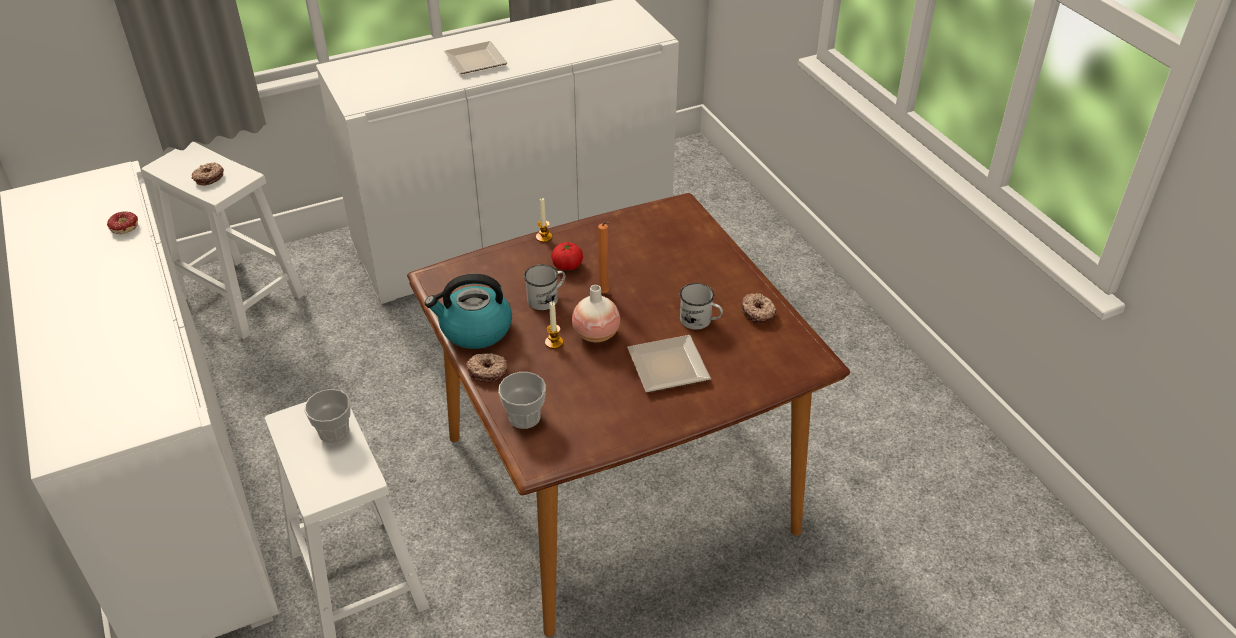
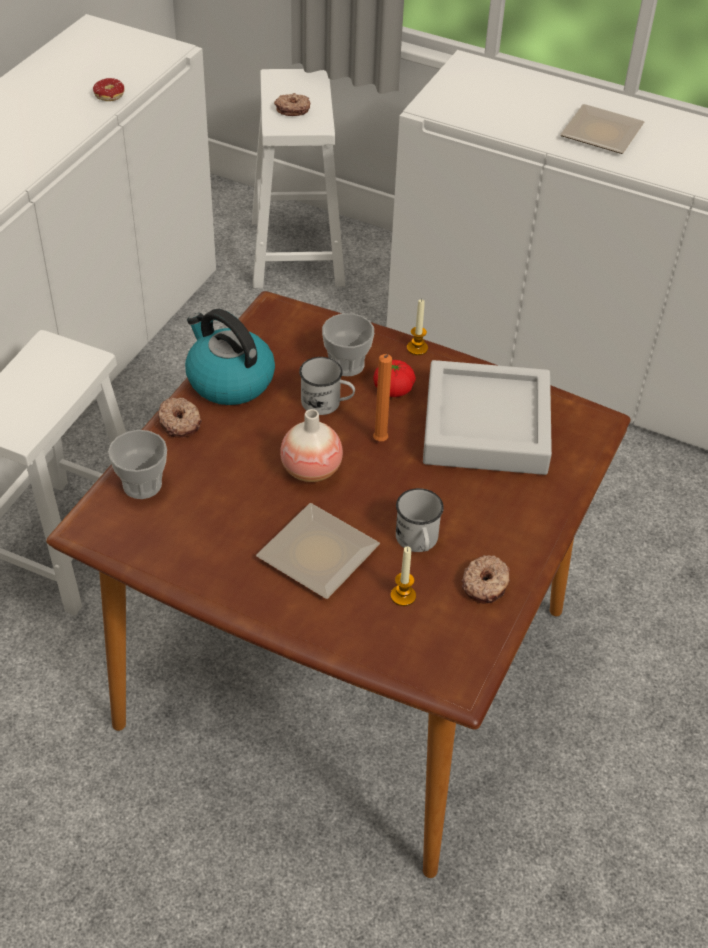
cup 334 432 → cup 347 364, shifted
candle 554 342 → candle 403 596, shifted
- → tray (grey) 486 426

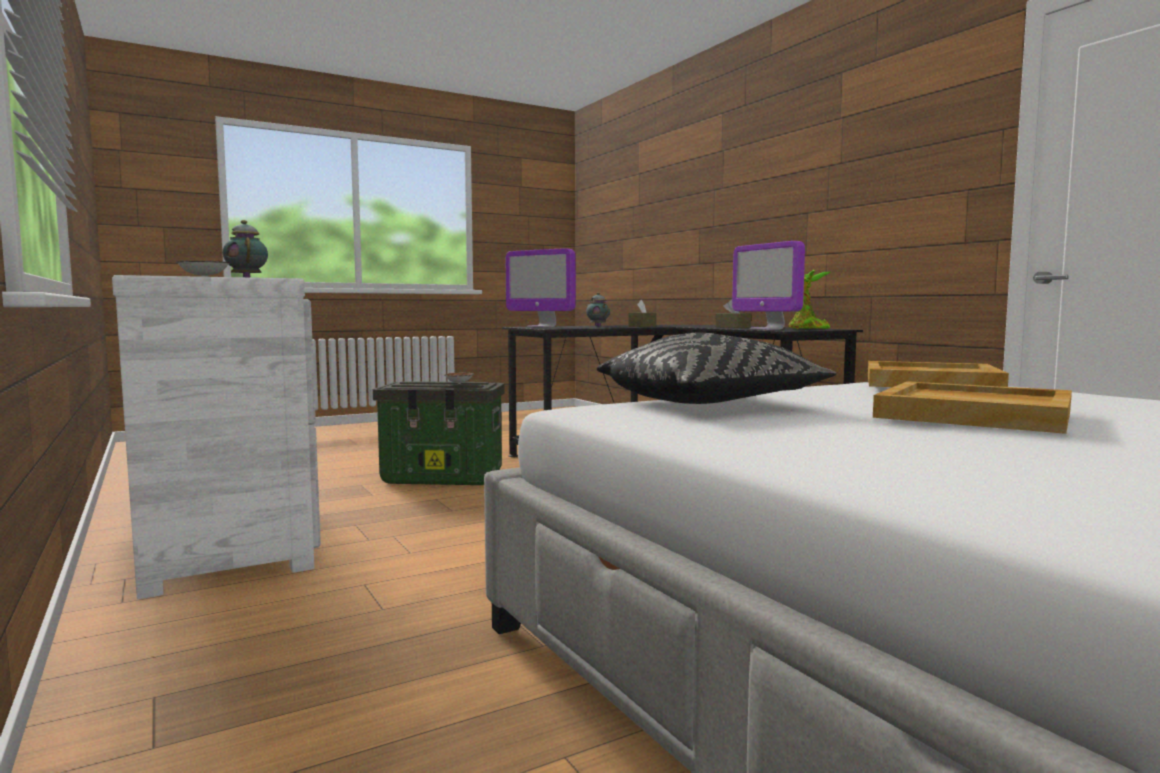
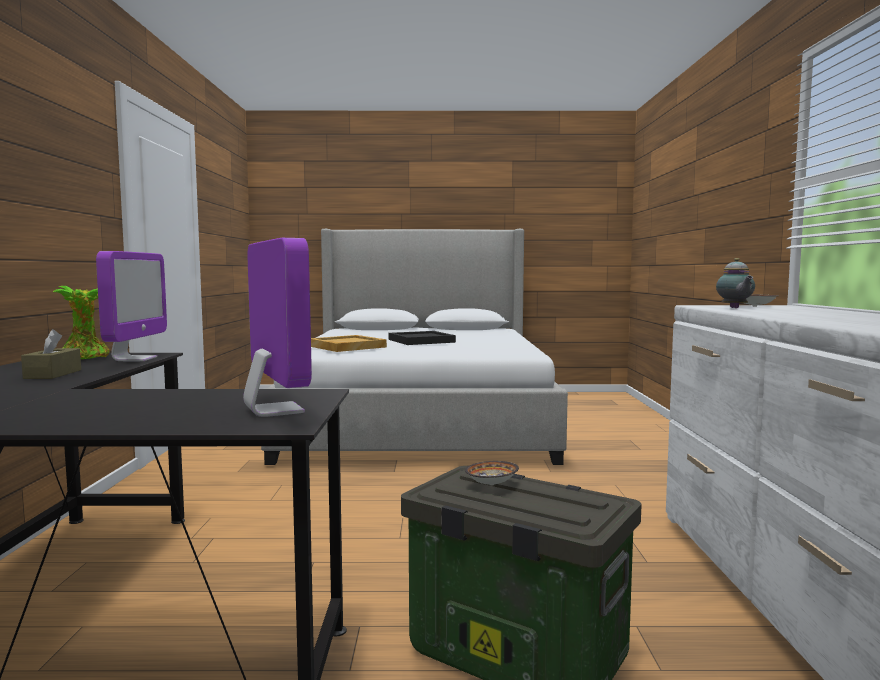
teapot 597 326 → -
pillow (black) 710 404 → -
tissue box (brown) 642 326 → -
tray (beige) 976 414 → tray (black) 420 341

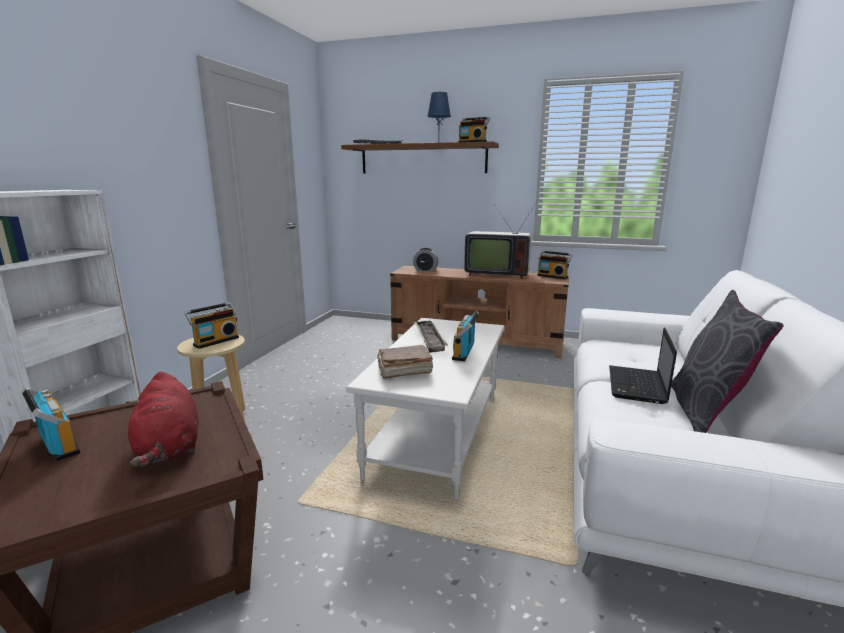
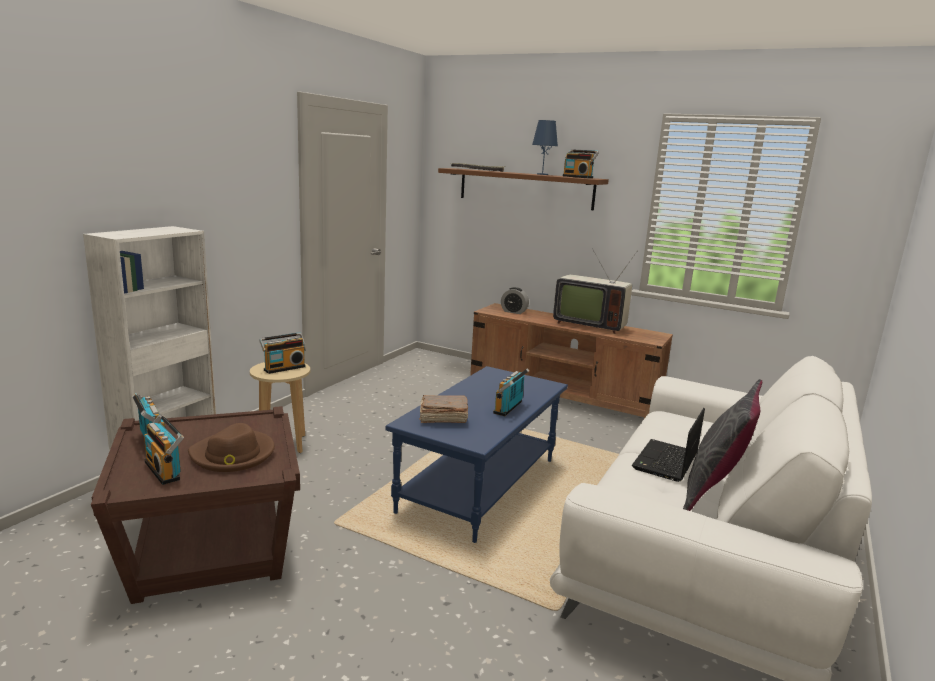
plush toy (red) 169 448 → hat (brown) 233 455
coffee table (white) 438 435 → coffee table (blue) 480 486
tray 429 339 → -
radio 553 276 → radio 165 470, shifted

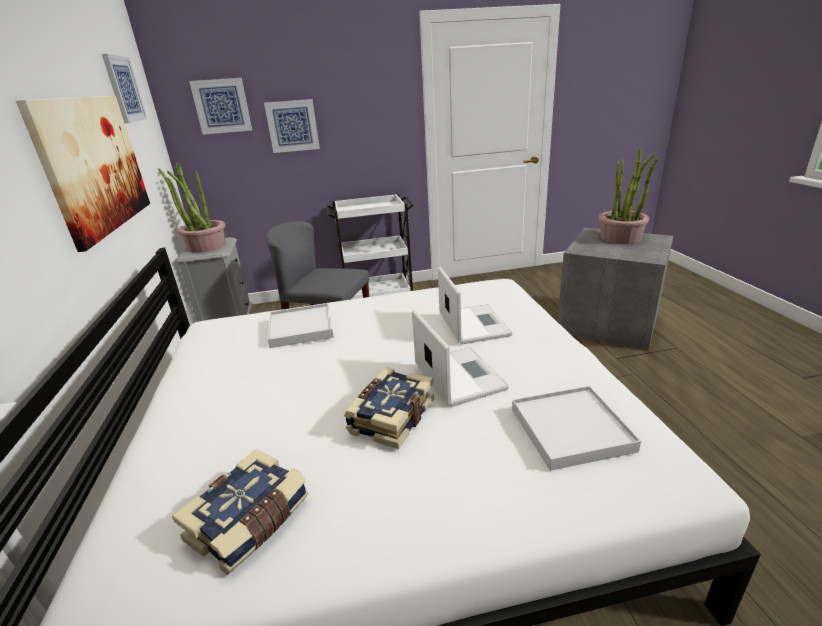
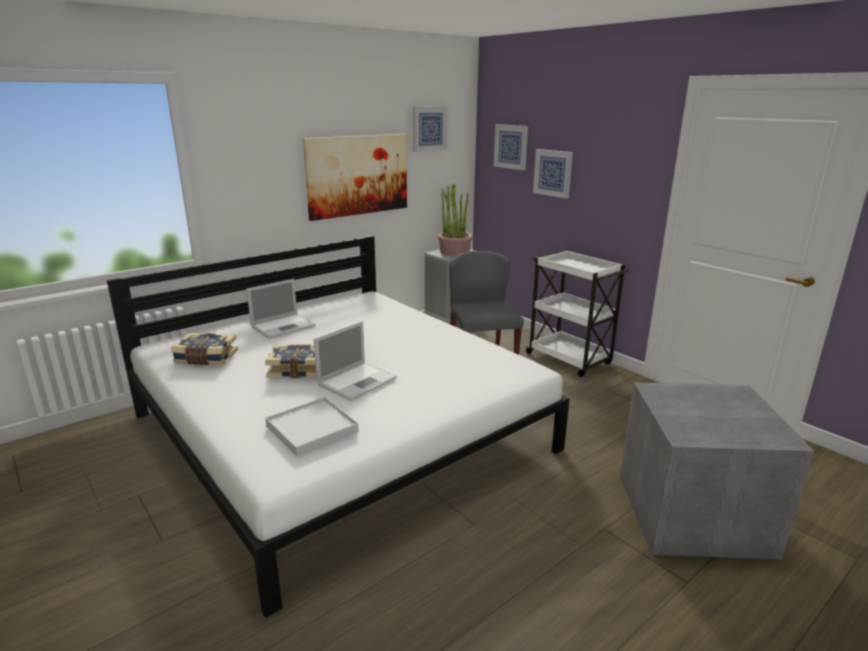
tray (white) 301 328 → -
laptop 472 324 → laptop 284 326, shifted
potted plant 621 238 → -

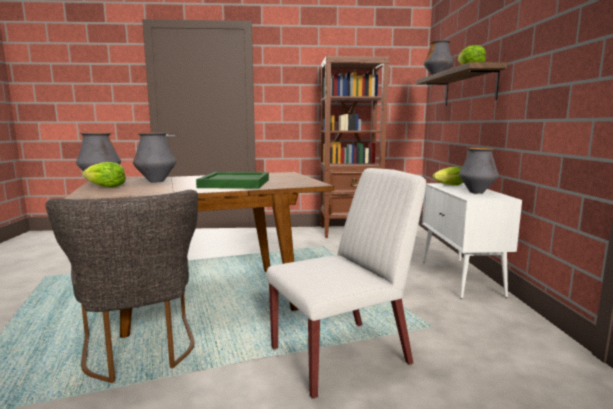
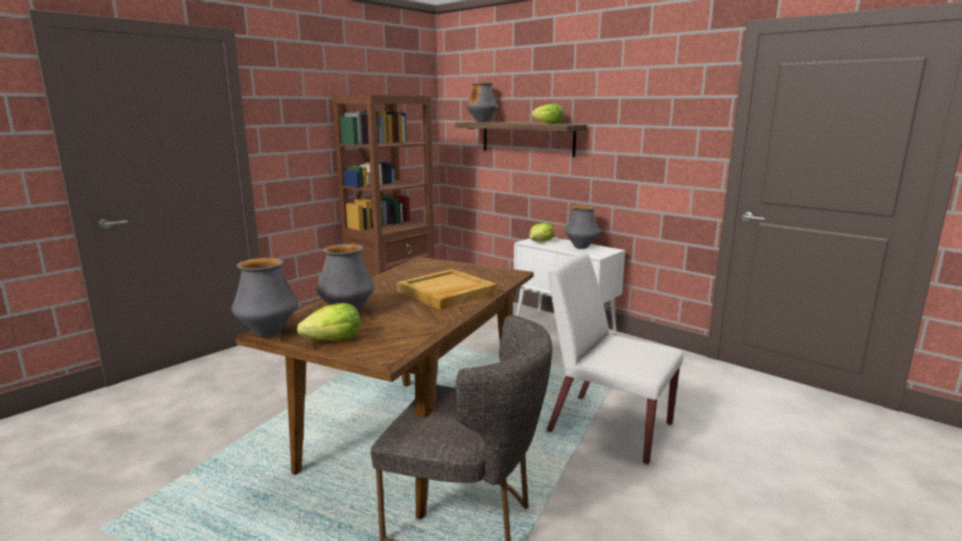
tray (green) 234 183 → tray (beige) 446 292
chair (white) 341 355 → chair (white) 608 427, 75 degrees counterclockwise

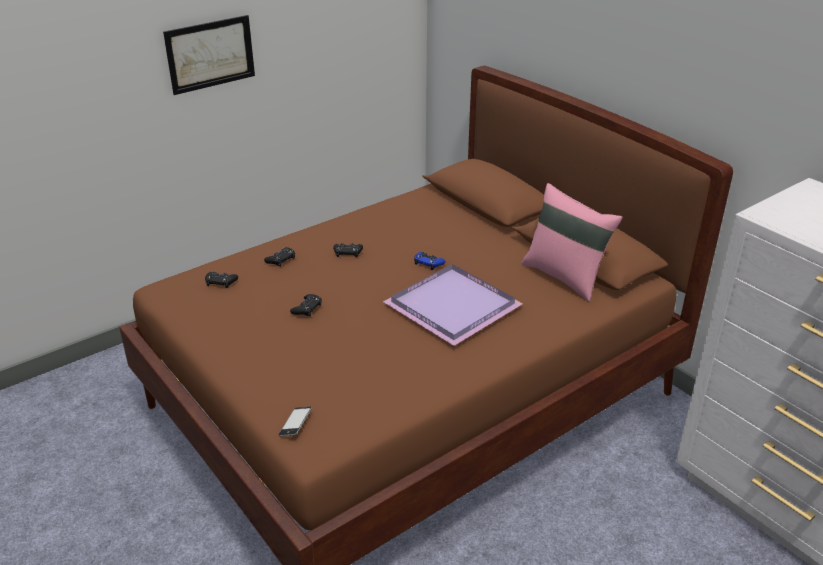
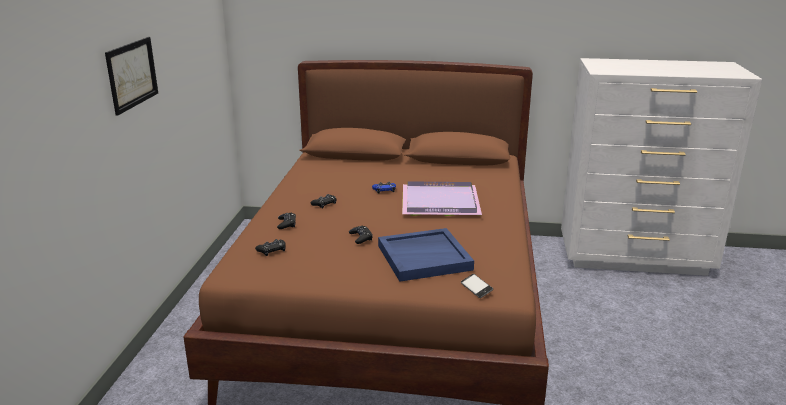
pillow (pink) 565 277 → -
- → tray (blue) 424 257

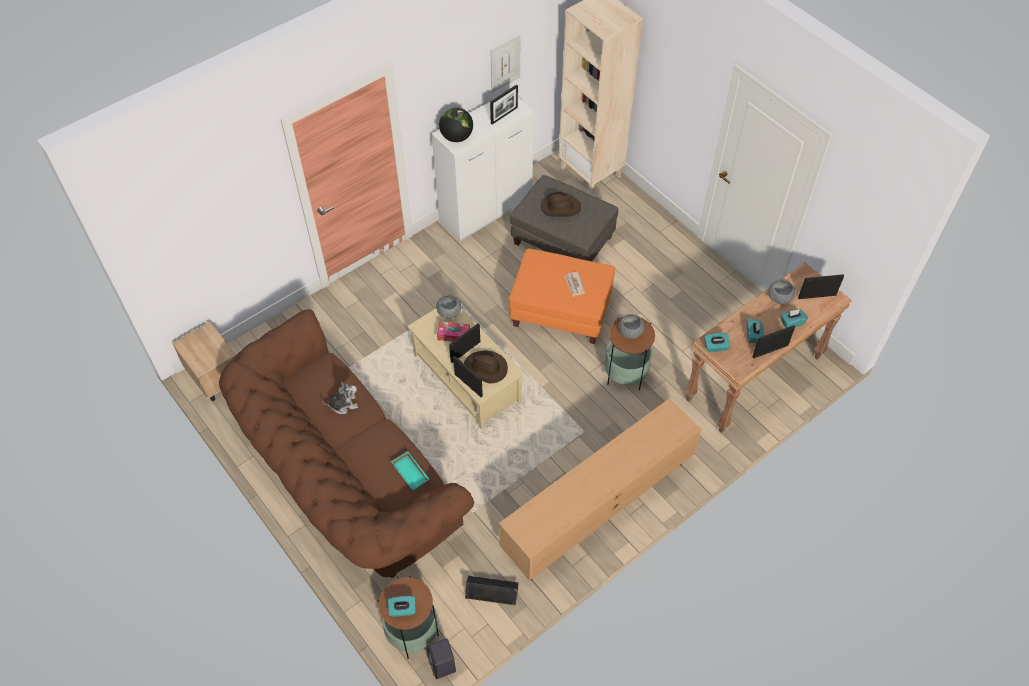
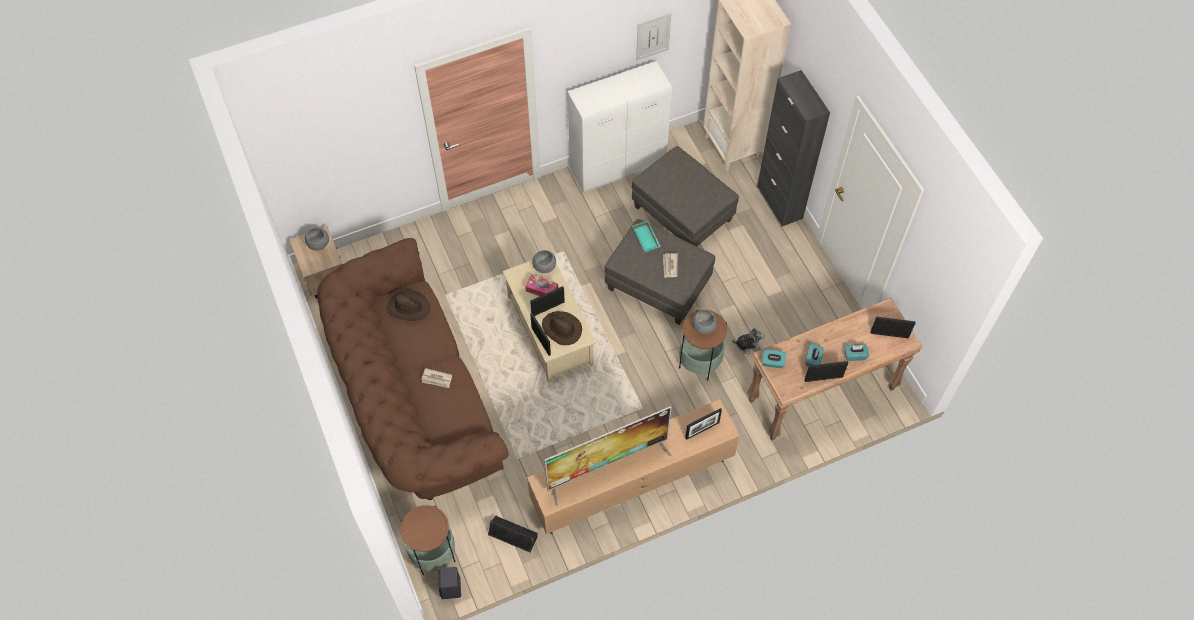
plush toy 343 404 → plush toy 747 345, shifted
tissue box (turquoise) 402 610 → -
tray (turquoise) 412 472 → tray (turquoise) 647 238, shifted
globe 456 137 → -
picture frame 504 115 → picture frame 702 430, shifted
ottoman (orange) 561 311 → ottoman (grey) 658 285
hat (brown) 560 207 → hat (brown) 409 307, shifted
bowl (grey) 779 298 → bowl (grey) 318 244, shifted
- → newspaper 437 379
- → television 607 466
- → cabinet (black) 779 202

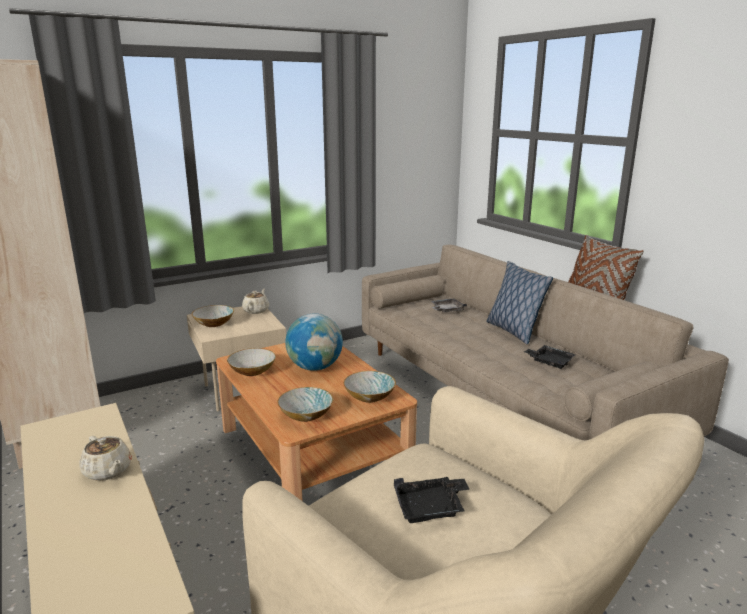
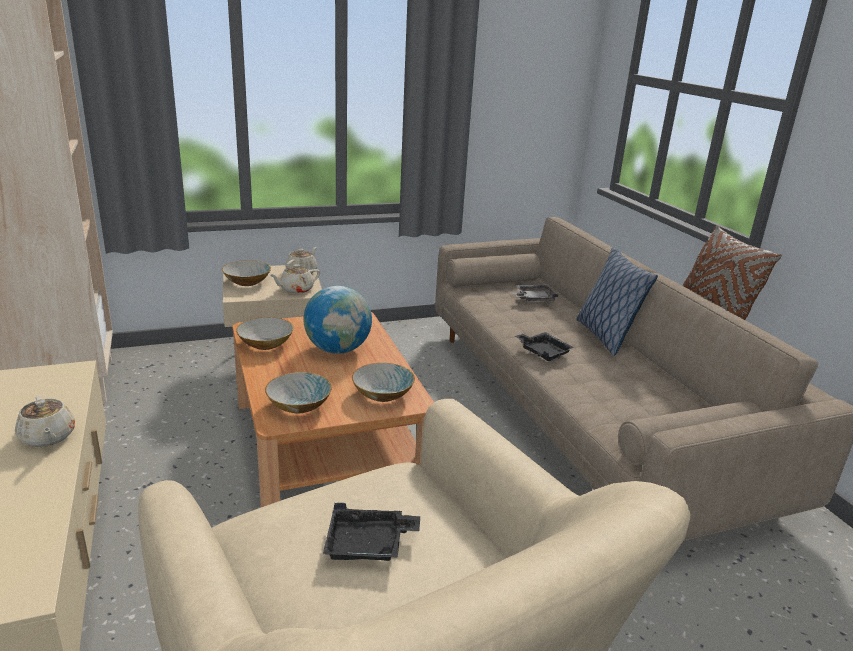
tray (black) 550 362 → tray (black) 543 352, shifted
- → teapot (beige) 296 289

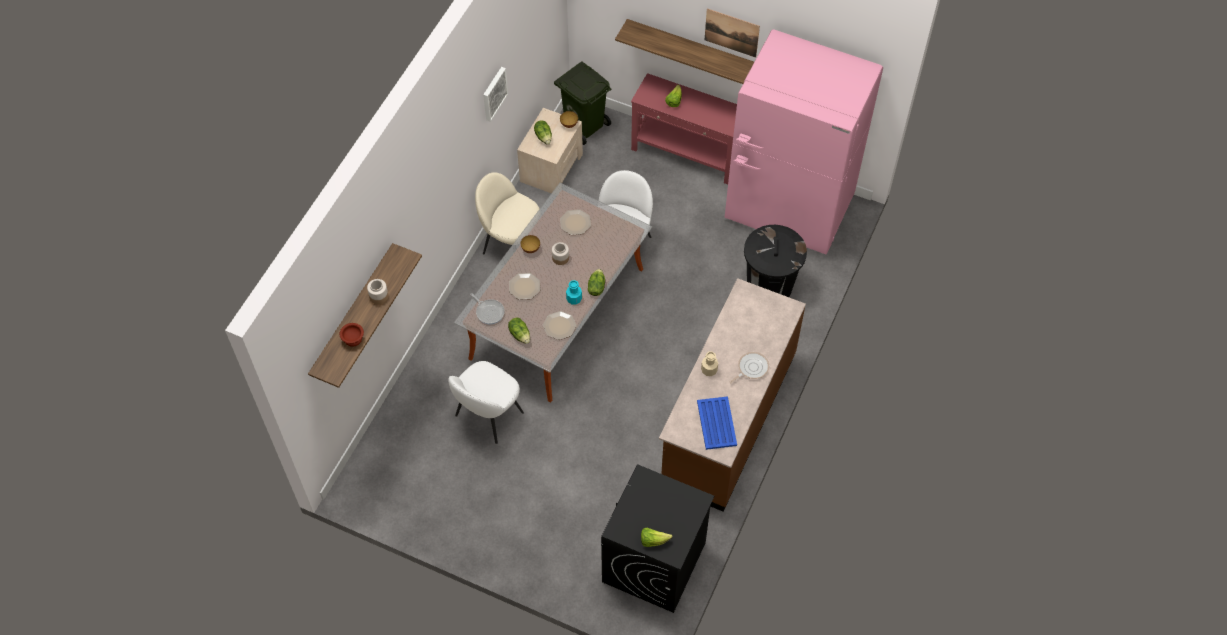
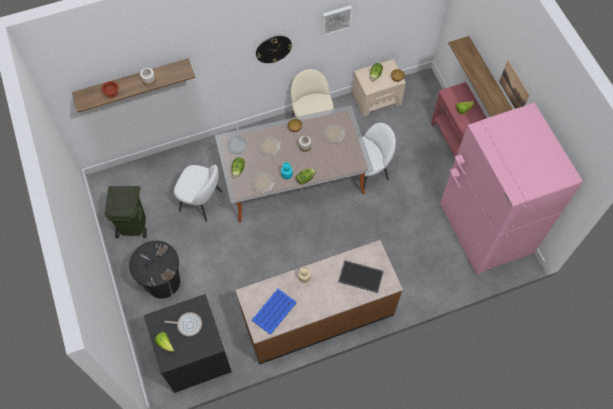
chair (white) 488 415 → chair (white) 202 202, 150 degrees counterclockwise
trash can (green) 584 125 → trash can (green) 133 225, shifted
frying pan 751 368 → frying pan 188 324, shifted
trash can (black) 769 287 → trash can (black) 162 282, shifted
- → wall clock 273 49
- → tray 361 276

